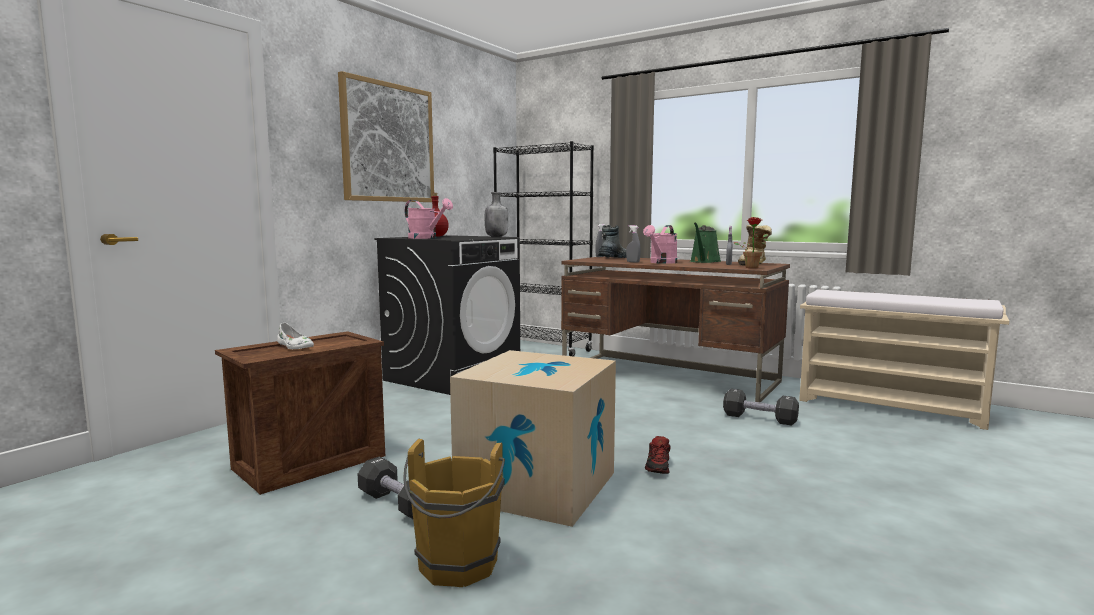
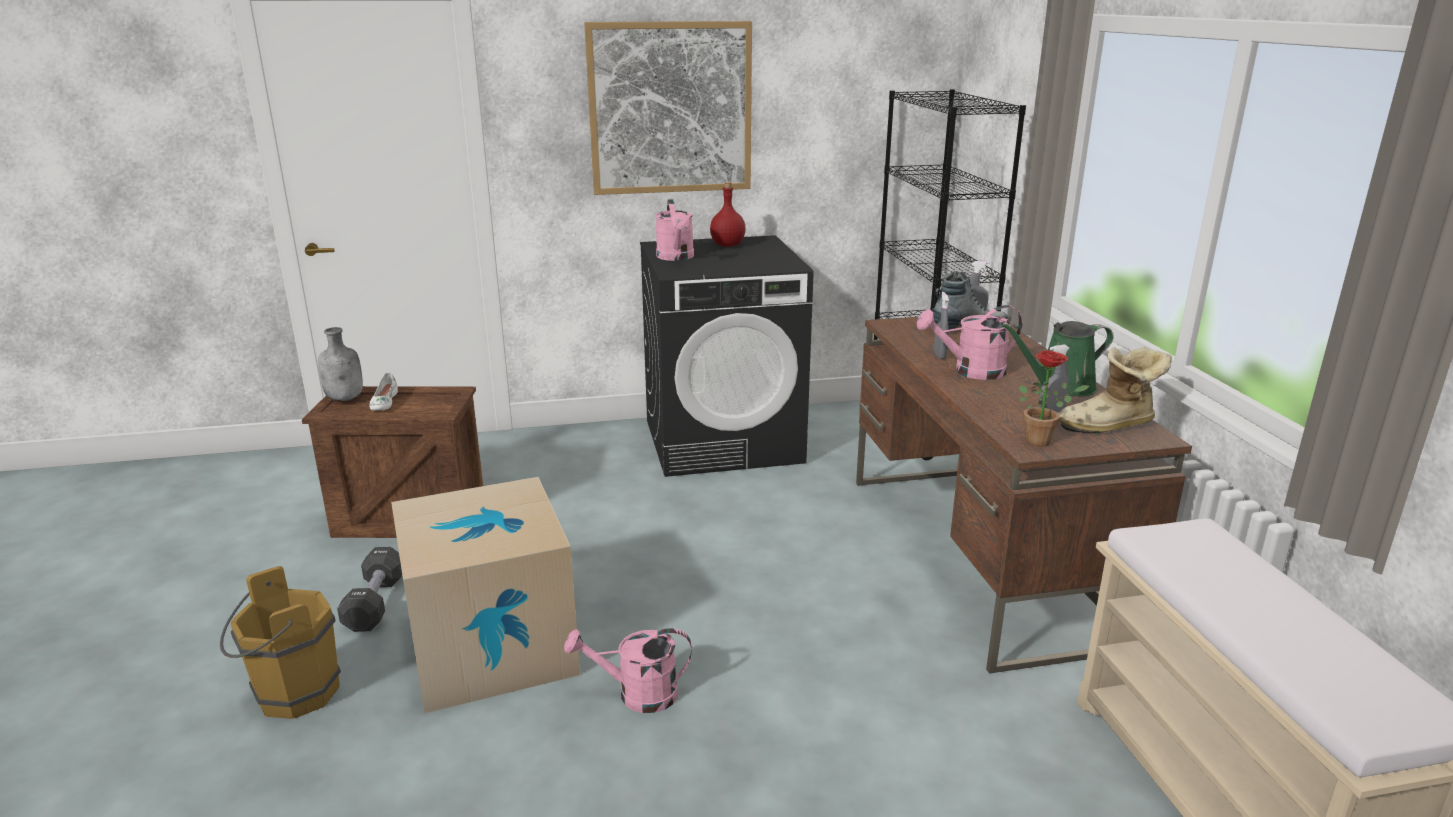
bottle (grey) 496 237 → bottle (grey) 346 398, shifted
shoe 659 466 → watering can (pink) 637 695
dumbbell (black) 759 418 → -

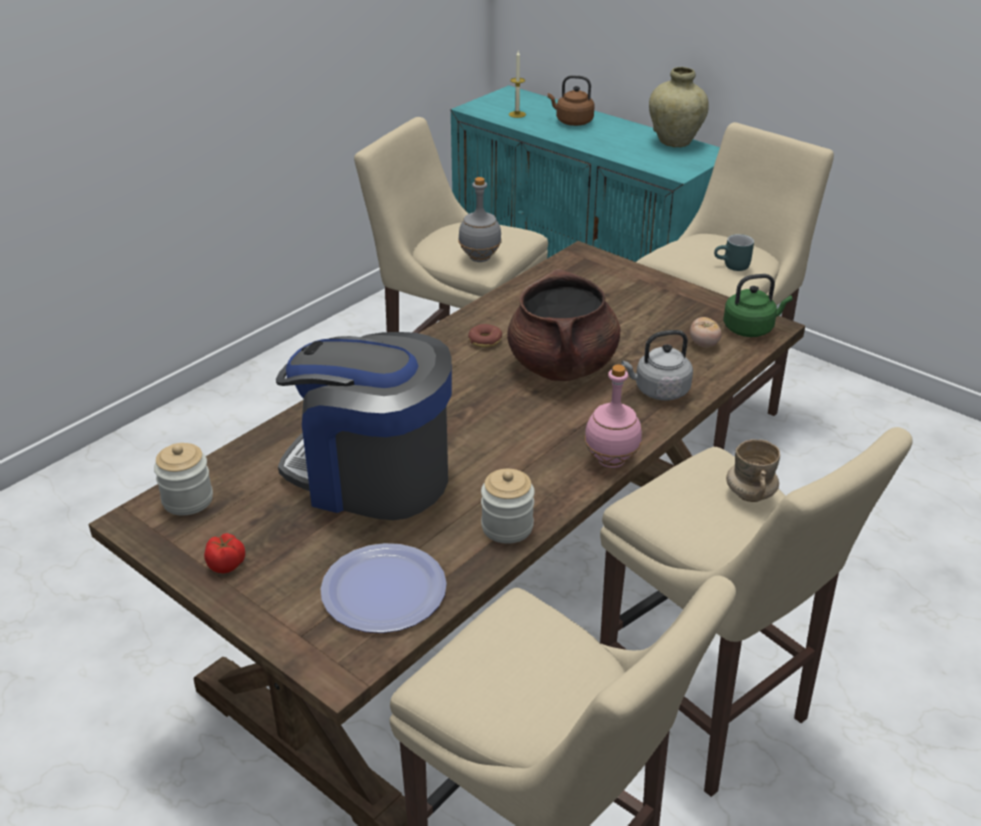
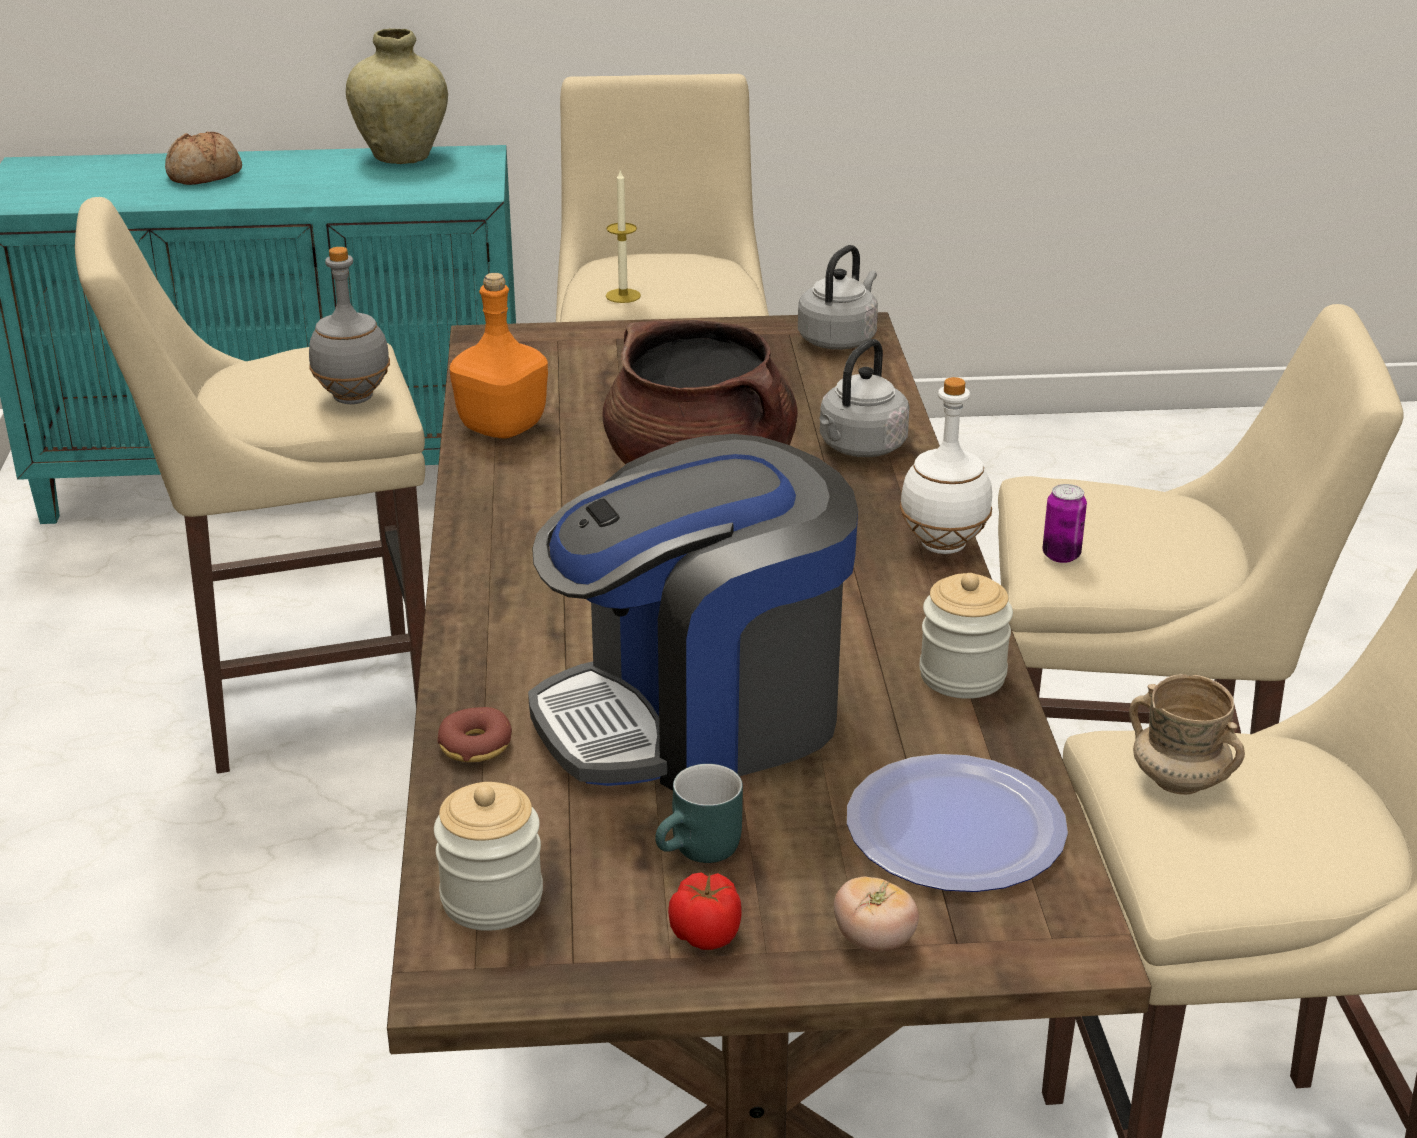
donut 485 341 → donut 475 746, shifted
candle 517 114 → candle 623 296, shifted
kettle (brown) 572 122 → bread 204 175
bottle (pink) 611 461 → bottle (white) 943 546
tomato 704 344 → tomato 874 941, shifted
mug (turquoise) 732 266 → mug (turquoise) 701 852, shifted
kettle (green) 750 328 → kettle (grey) 839 339
mug (beige) 750 494 → mug (beige) 1178 780, shifted
- → bottle (orange) 501 428
- → can 1061 555

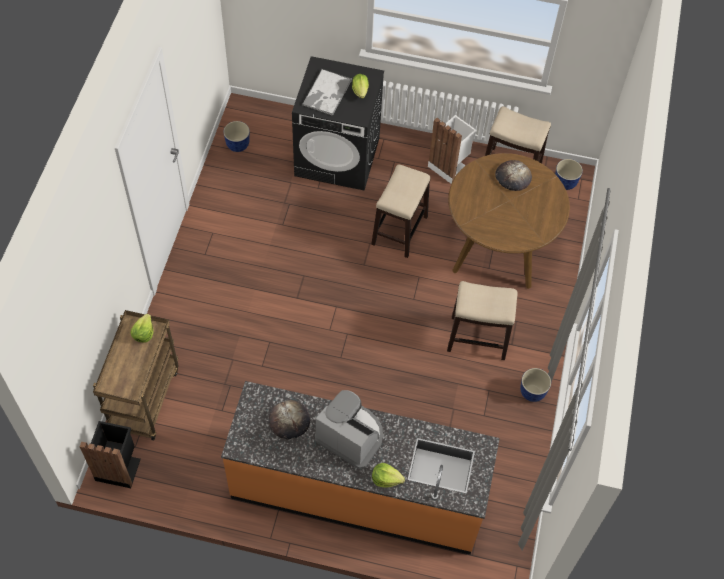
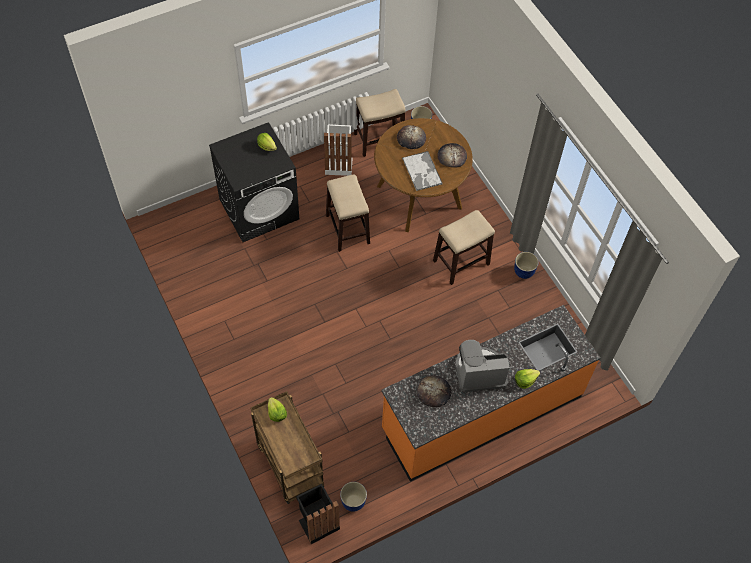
planter 237 146 → planter 353 502, shifted
tray 327 93 → tray 422 171, shifted
- → bread 452 156

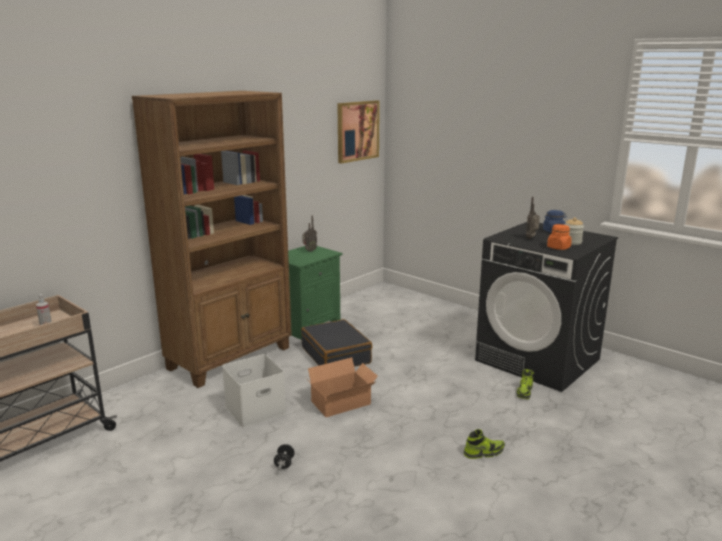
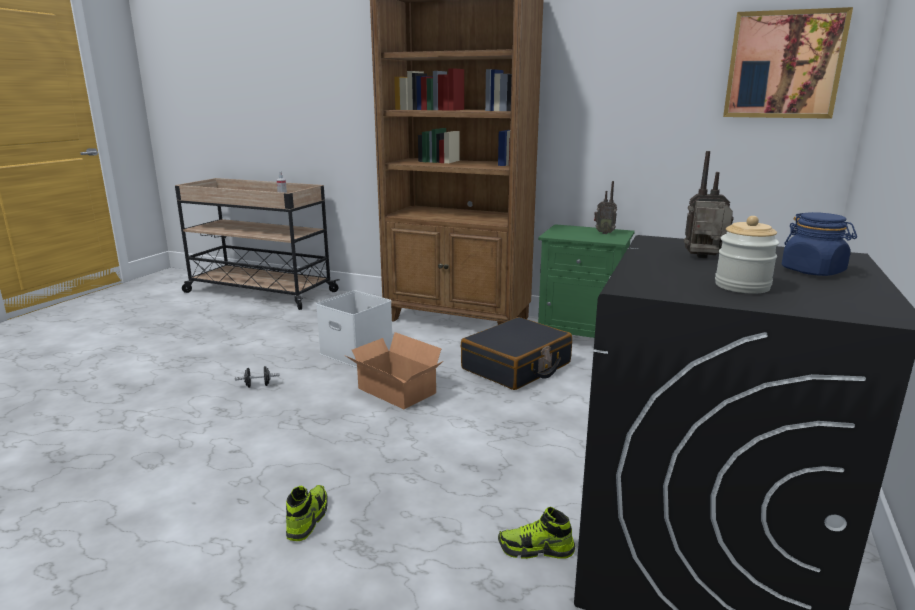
shoe 483 452 → shoe 307 519, 135 degrees counterclockwise
jar (orange) 558 247 → -

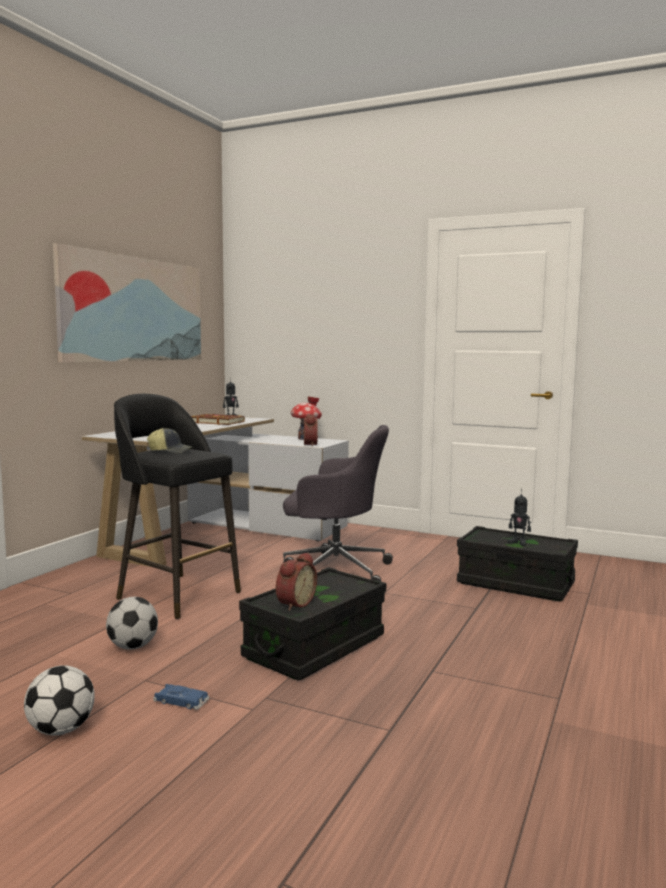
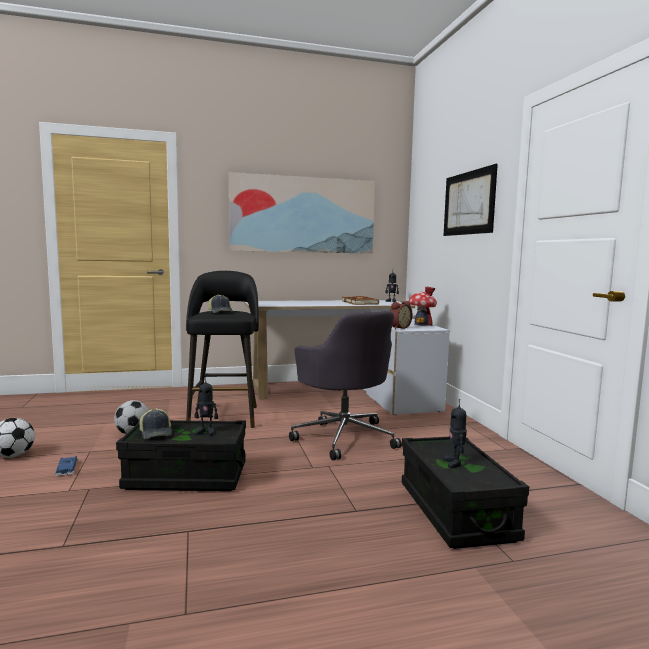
alarm clock 294 604 → cap 156 433
- → toy robot 206 432
- → picture 468 203

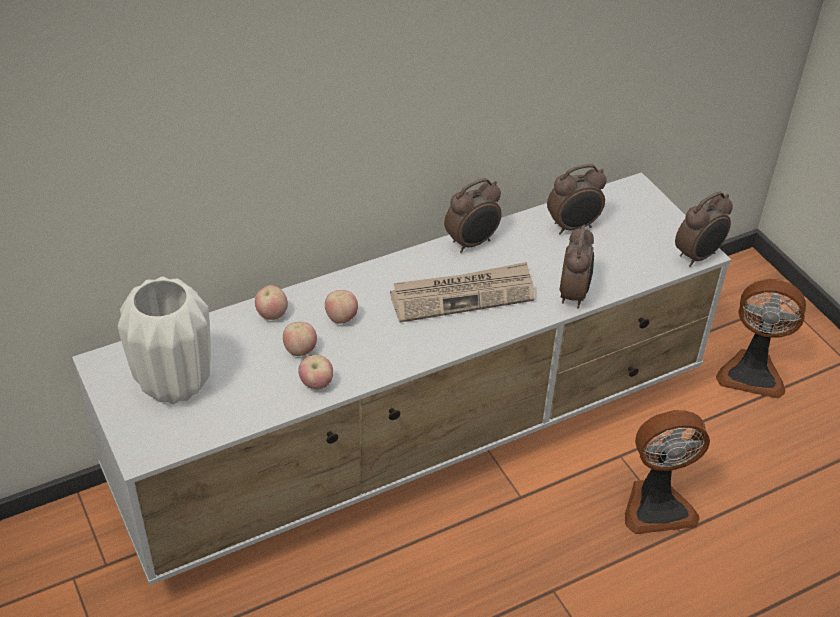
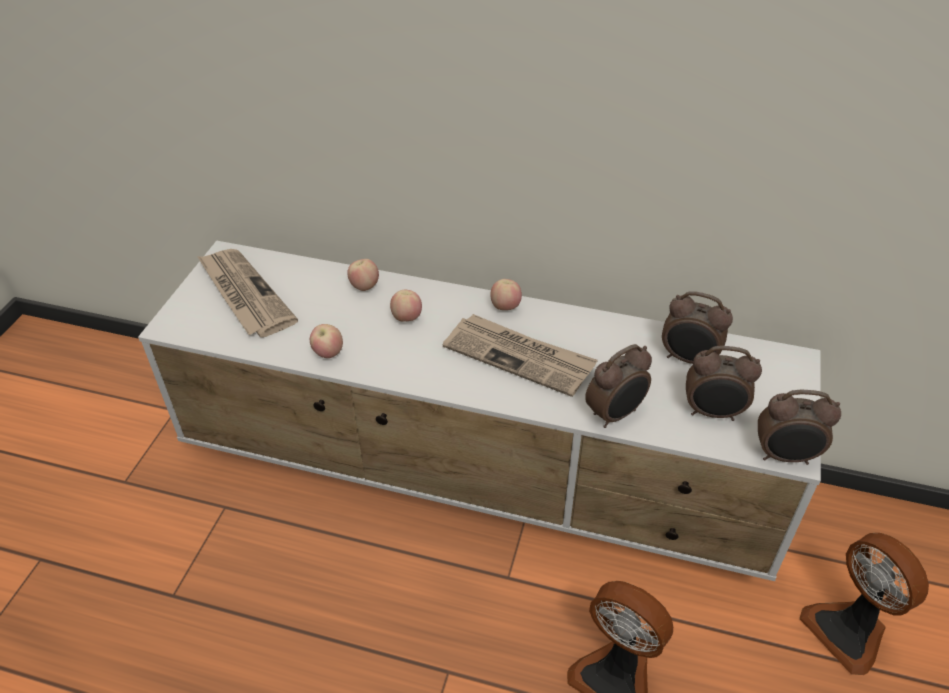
vase (white) 174 385 → newspaper 244 294
apple 300 350 → apple 505 307, shifted
alarm clock 472 243 → alarm clock 713 413, shifted

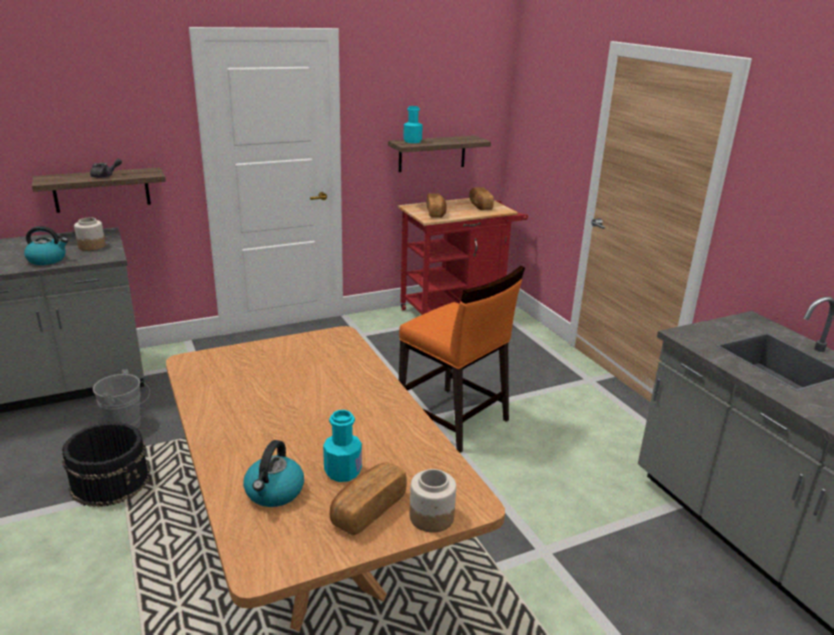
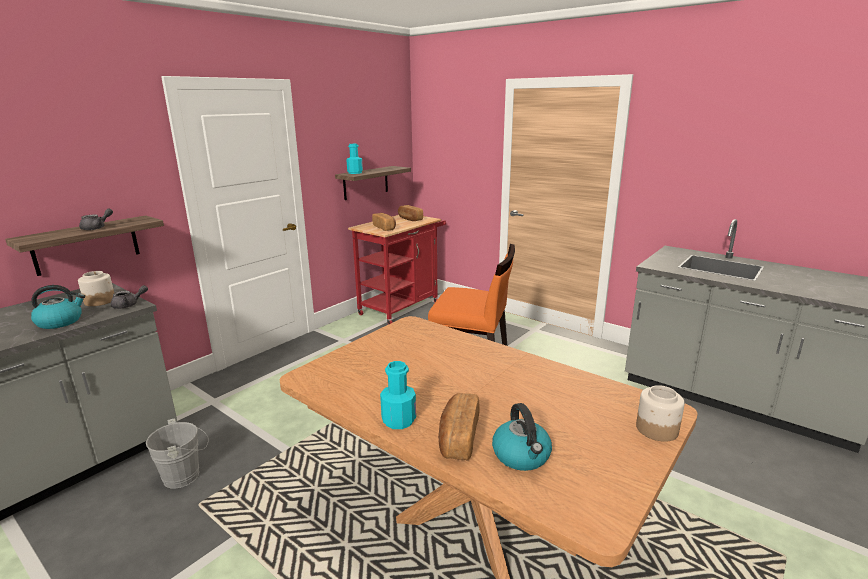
bucket (black) 111 481 → -
bottle (turquoise) 343 472 → bottle (turquoise) 398 420, shifted
bread 367 509 → bread 458 437, shifted
- → teapot (grey) 129 305

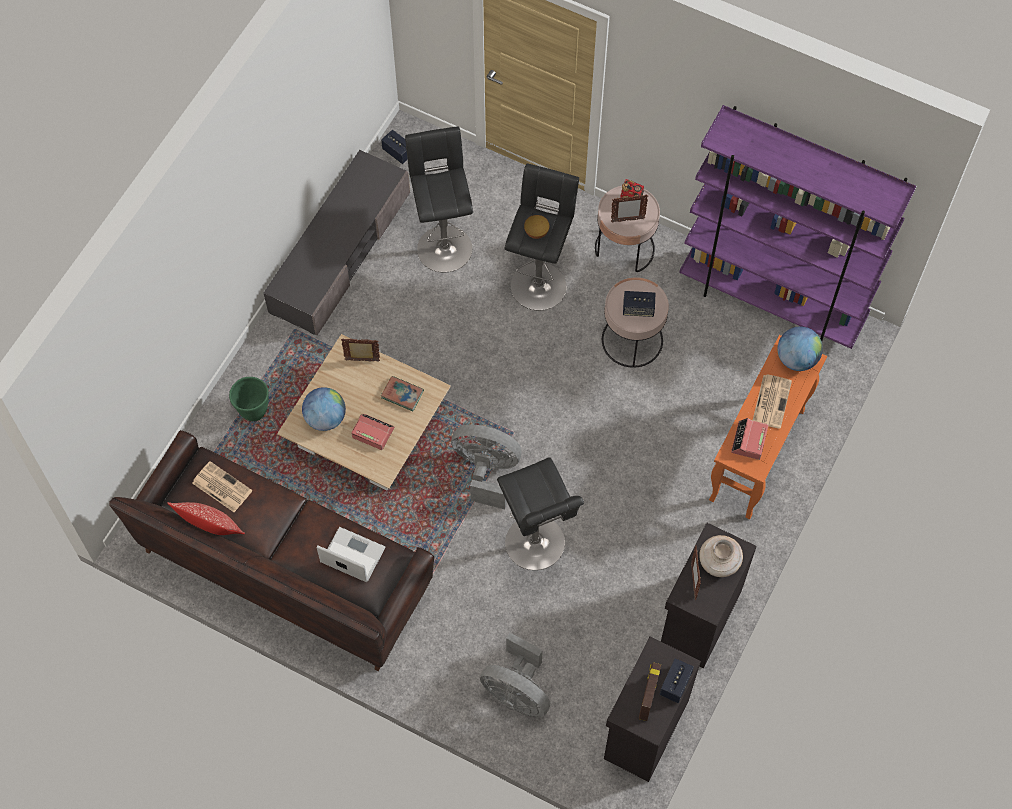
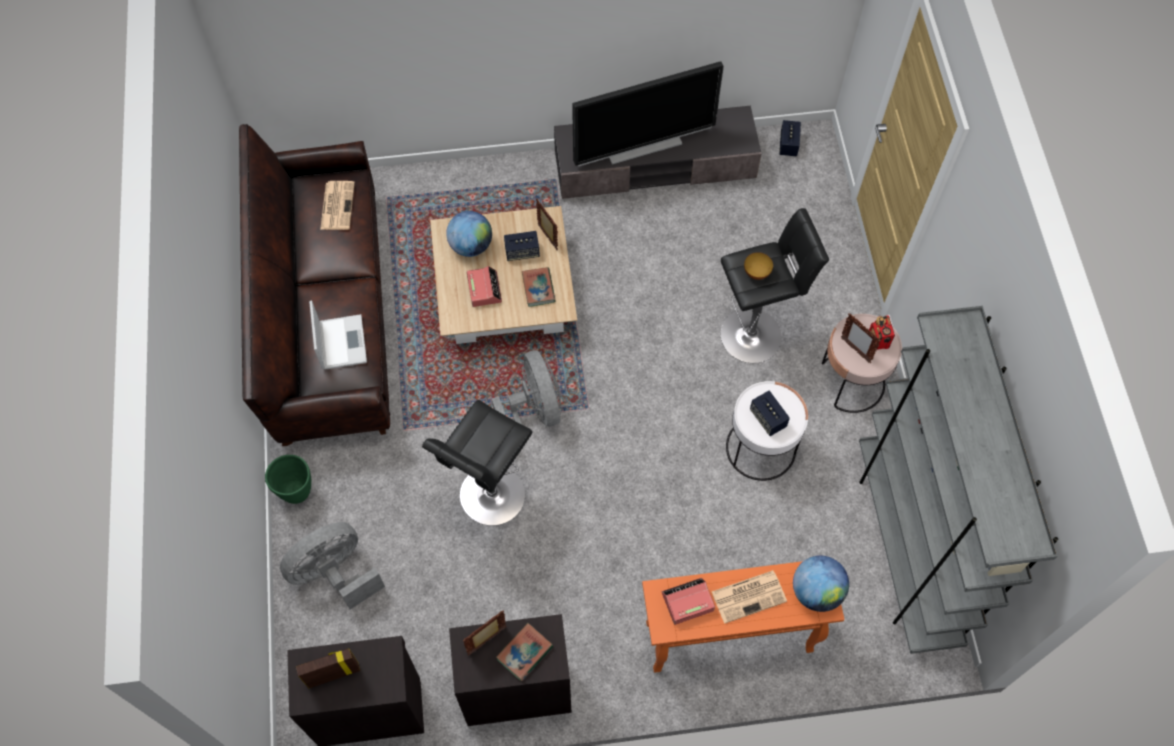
pillow 211 529 → -
planter (green) 253 411 → planter (green) 296 491, shifted
stool (black) 443 245 → -
fan (grey) 517 692 → fan (grey) 335 573, 60 degrees clockwise
side table (pink) 632 340 → side table (white) 760 448
speaker 675 684 → speaker 522 252, shifted
bookcase (purple) 772 302 → bookcase (grey) 906 548
vase (beige) 718 563 → book 524 653
- → television 643 145

